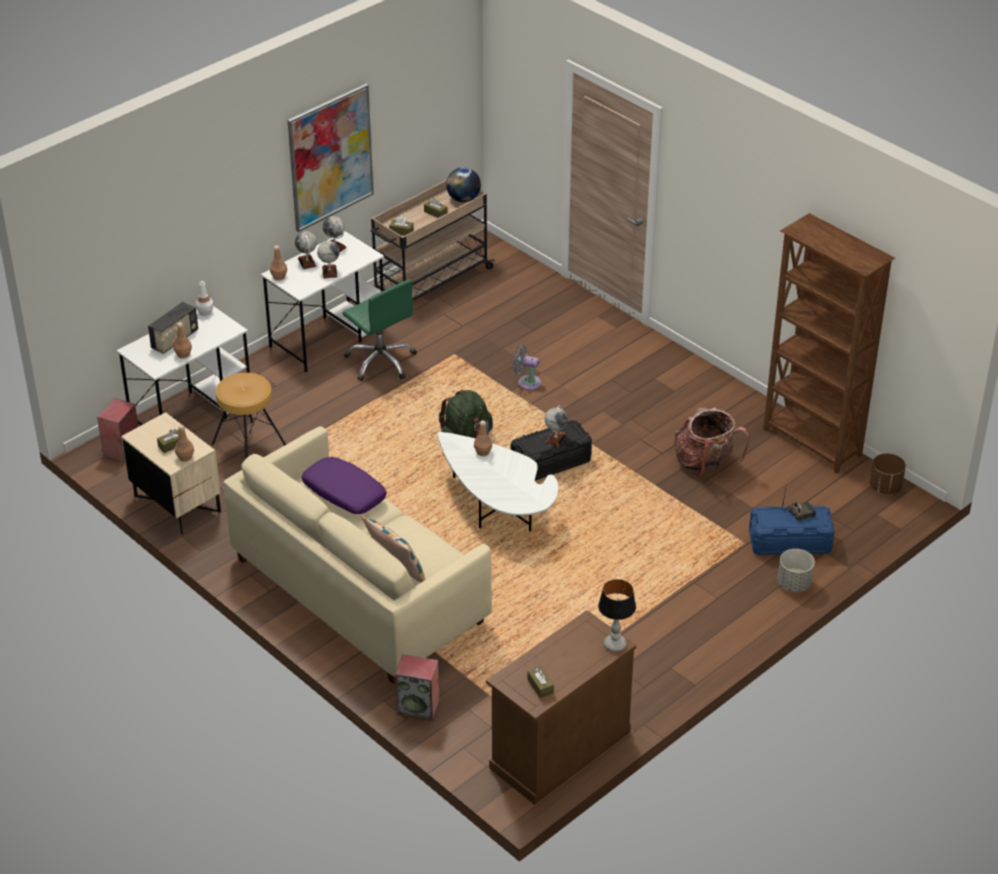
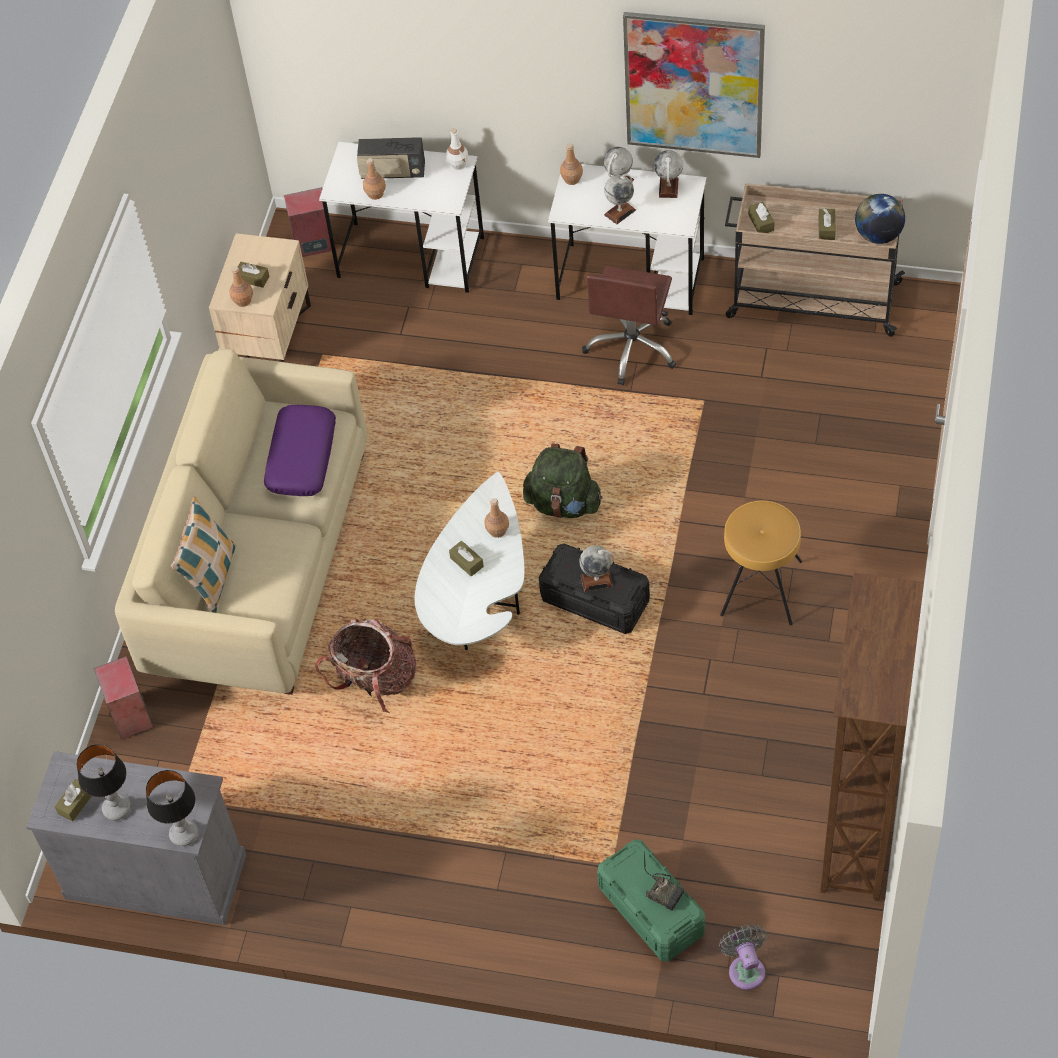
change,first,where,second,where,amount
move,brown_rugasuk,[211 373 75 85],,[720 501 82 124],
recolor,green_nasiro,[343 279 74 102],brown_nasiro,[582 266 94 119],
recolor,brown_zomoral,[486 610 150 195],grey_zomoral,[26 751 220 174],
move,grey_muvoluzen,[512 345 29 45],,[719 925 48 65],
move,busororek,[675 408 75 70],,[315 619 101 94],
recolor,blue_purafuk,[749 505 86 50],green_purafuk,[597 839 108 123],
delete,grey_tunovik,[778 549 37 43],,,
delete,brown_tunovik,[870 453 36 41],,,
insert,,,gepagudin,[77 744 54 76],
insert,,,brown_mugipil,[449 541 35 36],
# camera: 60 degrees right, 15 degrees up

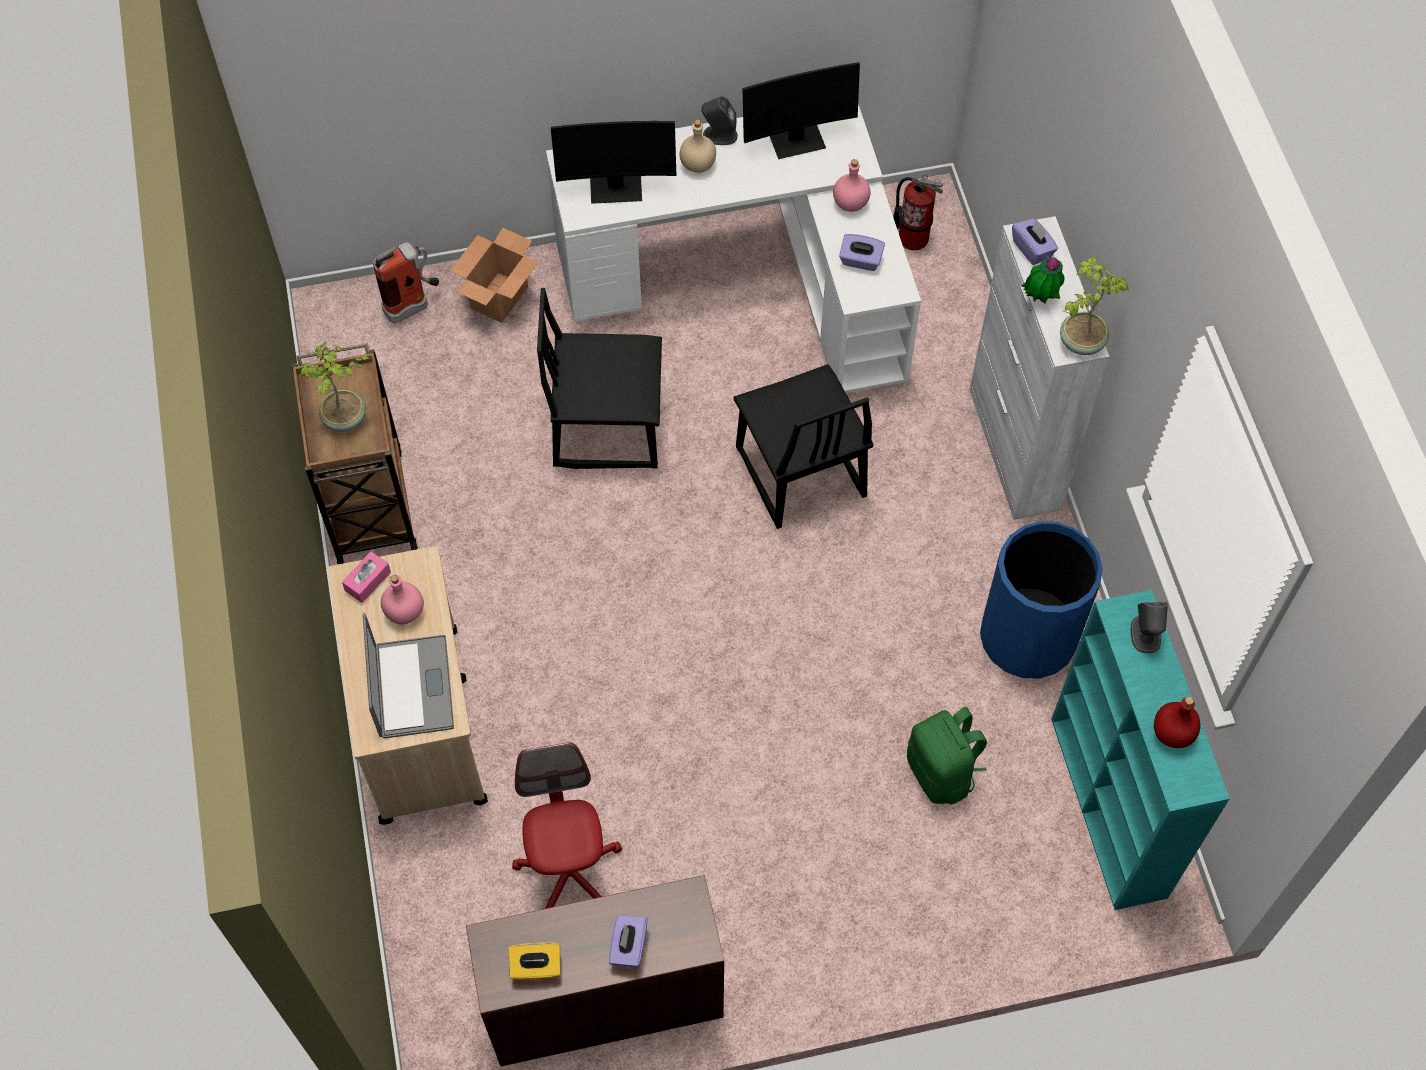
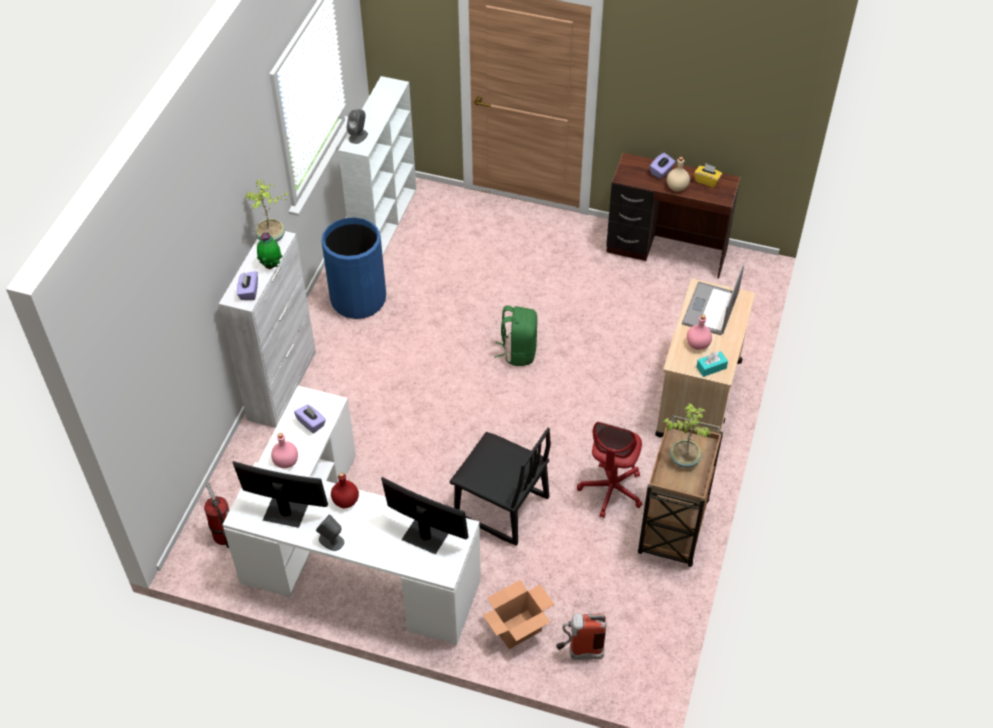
change,first,where,second,where,amount
recolor,pink_mugipil,[342 551 49 52],turquoise_mugipil,[696 351 32 26],
move,red_nasiro,[512 742 110 167],,[577 422 65 96],
move,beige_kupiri,[679 120 37 53],,[667 157 23 34],
delete,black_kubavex,[733 364 141 165],,,
move,green_busororek,[907 707 80 98],,[494 305 43 61],
recolor,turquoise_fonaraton,[1051 590 179 320],white_fonaraton,[338 76 78 179],
move,red_kupiri,[1154 697 47 51],,[331 472 28 36],
# camera: 150 degrees left, 10 degrees down

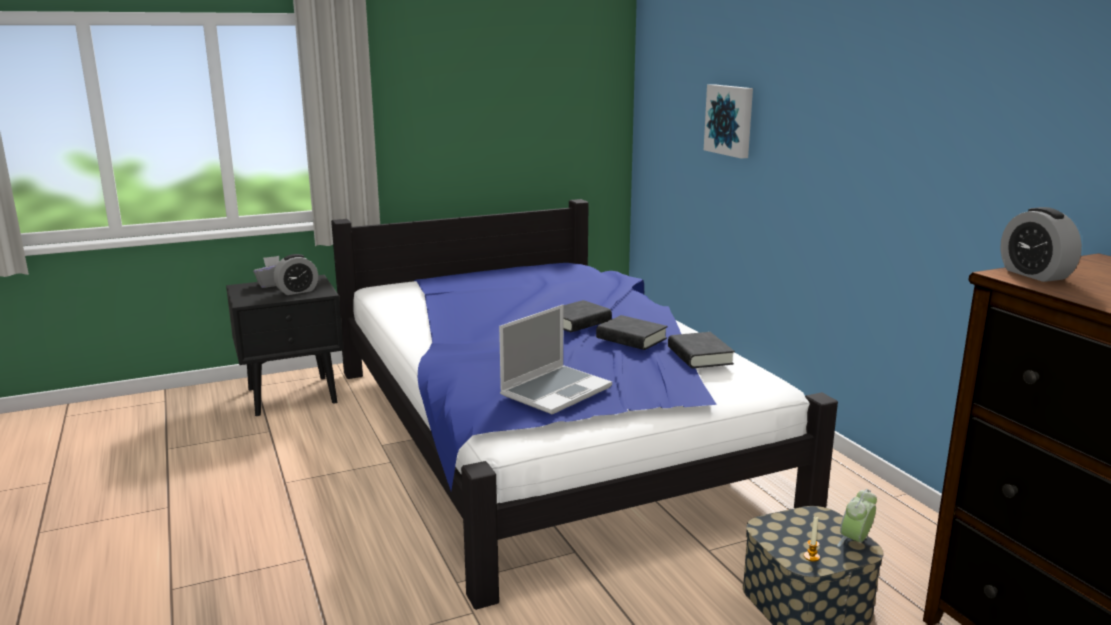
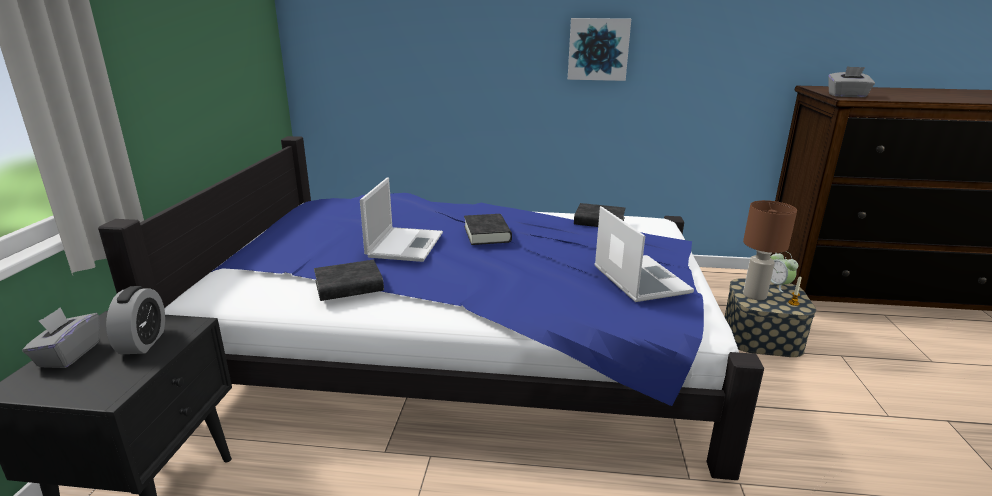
change,first,where,second,where,amount
move,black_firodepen,[596 315 72 35],,[314 260 70 41],
move,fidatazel,[704 84 49 75],,[568 18 63 63],
replace,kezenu,[1000 207 82 75],grey_mugipil,[828 66 47 32],
insert,,,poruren,[360 177 83 85],
insert,,,brown_gepagudin,[743 200 54 100],
# camera: 60 degrees left, 5 degrees up

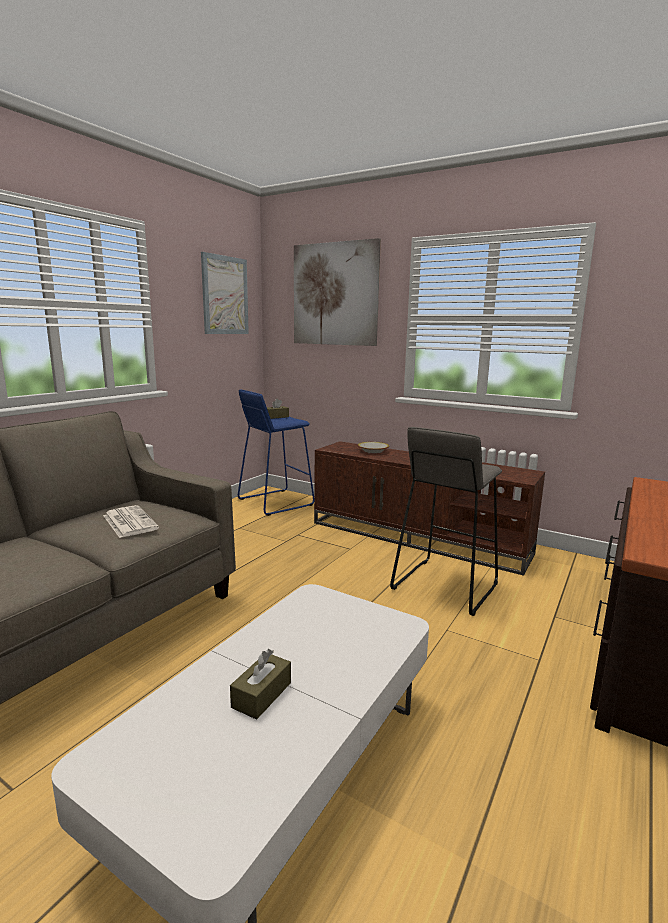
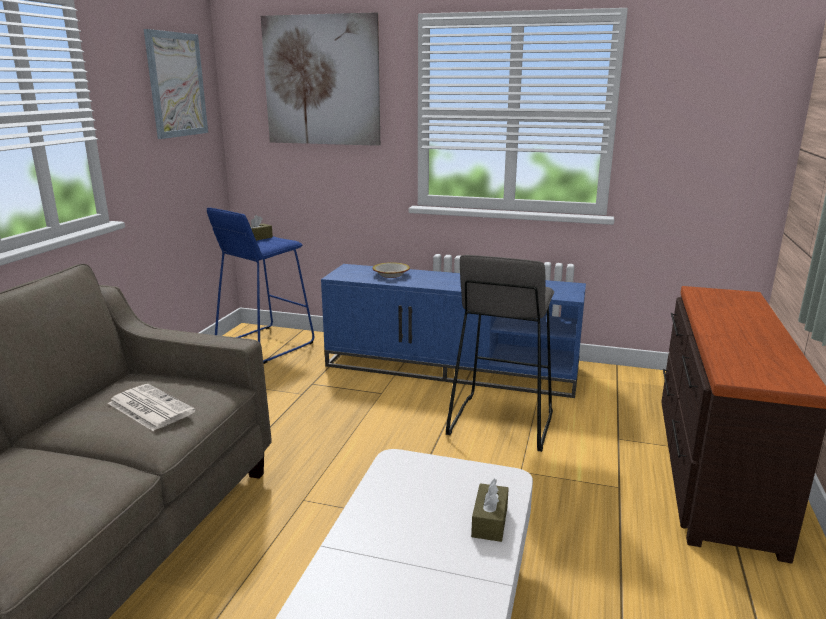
change,first,where,second,where,amount
move,brown_mugipil,[230 649 61 71],,[471 479 38 63],
recolor,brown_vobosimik,[314 441 231 135],blue_vobosimik,[321 264 265 134],
# camera: 15 degrees left, 5 degrees up

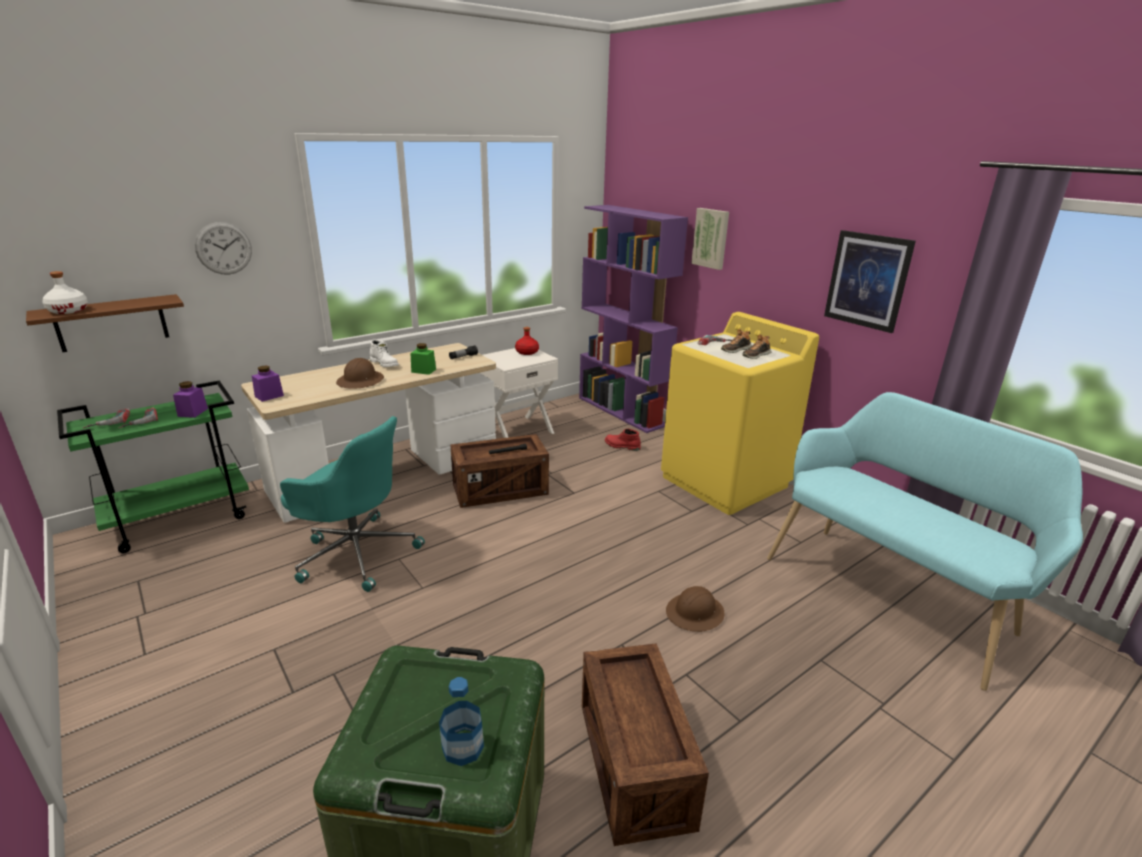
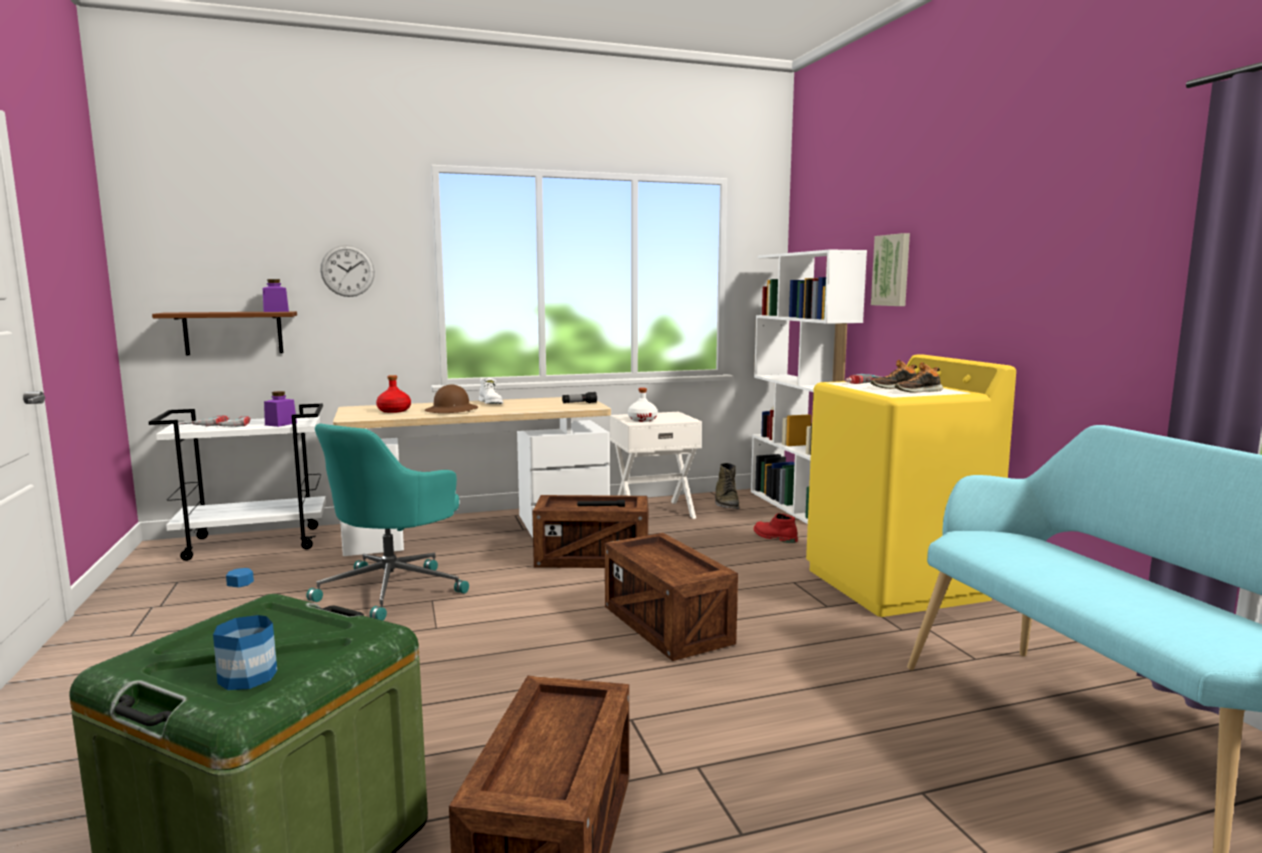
change,first,where,second,where,amount
move,white_kupiri,[42 271 46 43],,[628 388 30 34],
recolor,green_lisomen,[57 381 192 172],white_lisomen,[149 404 177 157],
move,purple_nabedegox,[252 365 32 37],,[263 279 26 33],
rotate,turquoise_nasiro,[280 416 145 176],,[306 424 163 197],75 degrees clockwise
delete,green_nabedegox,[411 343 25 32],,,
move,red_kupiri,[515 327 24 28],,[376 375 35 38],
recolor,purple_fonaraton,[579 205 109 228],white_fonaraton,[751 249 116 275],
delete,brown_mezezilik,[666 586 58 46],,,
delete,fidatazel,[824 230 92 103],,,
insert,,,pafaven,[605 533 133 128],
insert,,,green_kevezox,[715 463 24 46],
# camera: 20 degrees right, 15 degrees down

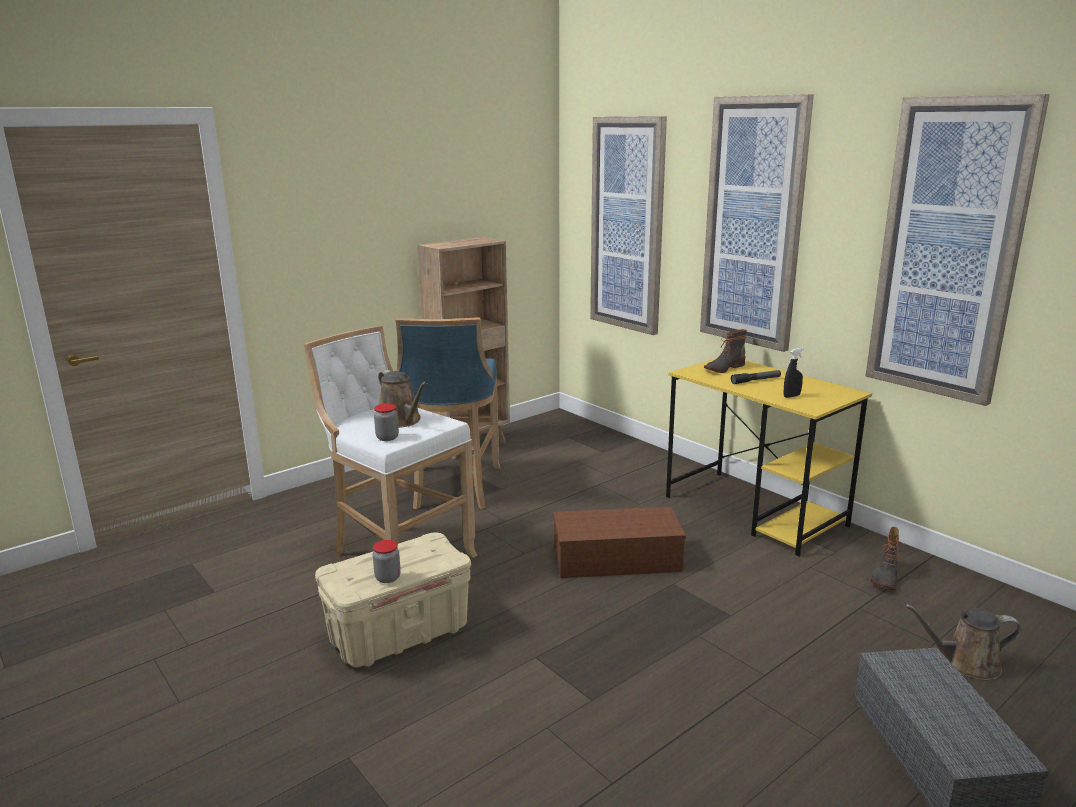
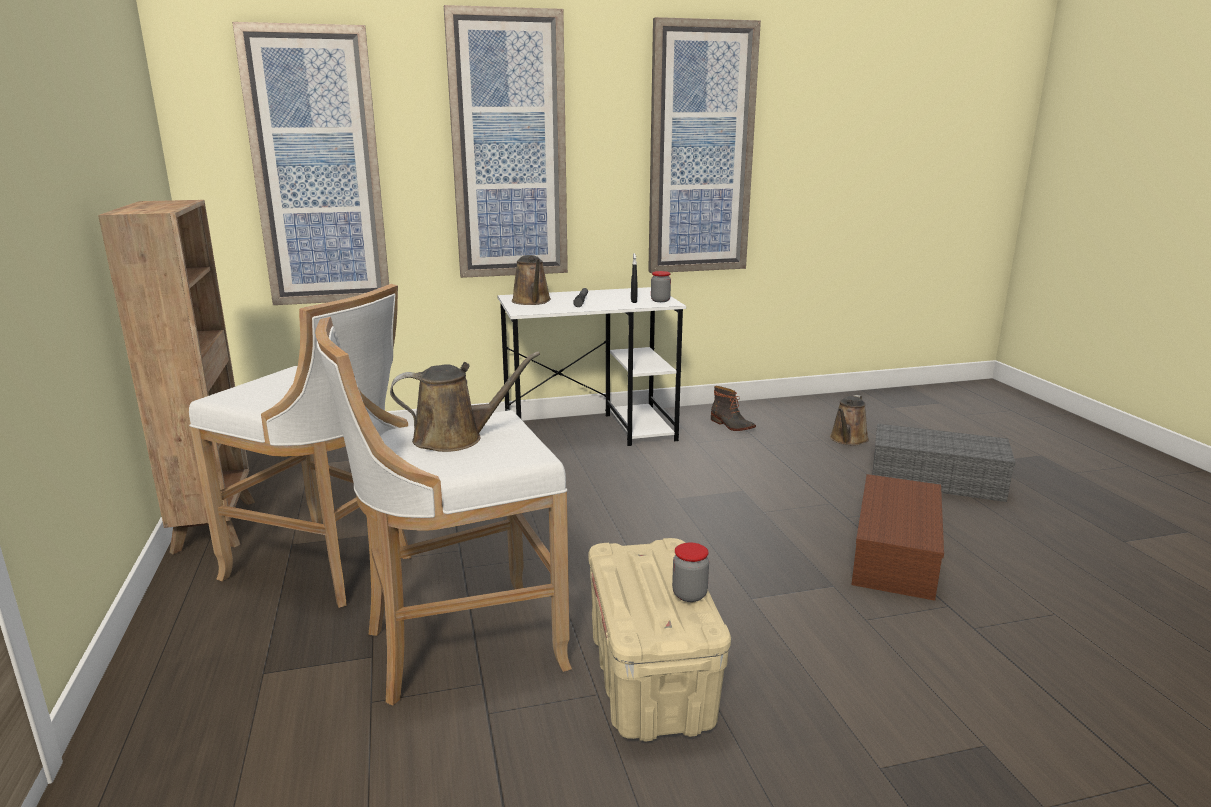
change,first,where,second,where,amount
move,nabedegox,[374 404 25 37],,[651 271 20 31],
recolor,blue_rugasuk,[396 317 105 192],white_rugasuk,[189 284 222 324],
move,brown_purafuk,[553 506 133 72],,[851 474 93 127],
recolor,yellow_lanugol,[666 358 206 199],white_lanugol,[497 287 189 159],
replace,kevezox,[704 329 43 44],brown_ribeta,[512 255 39 50],
# camera: 65 degrees left, 0 degrees up

